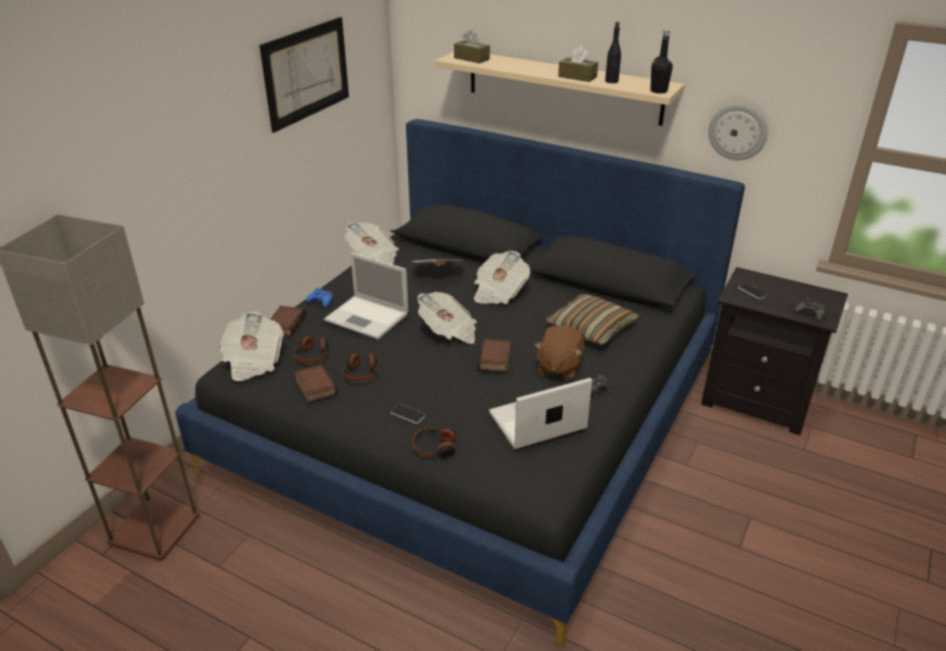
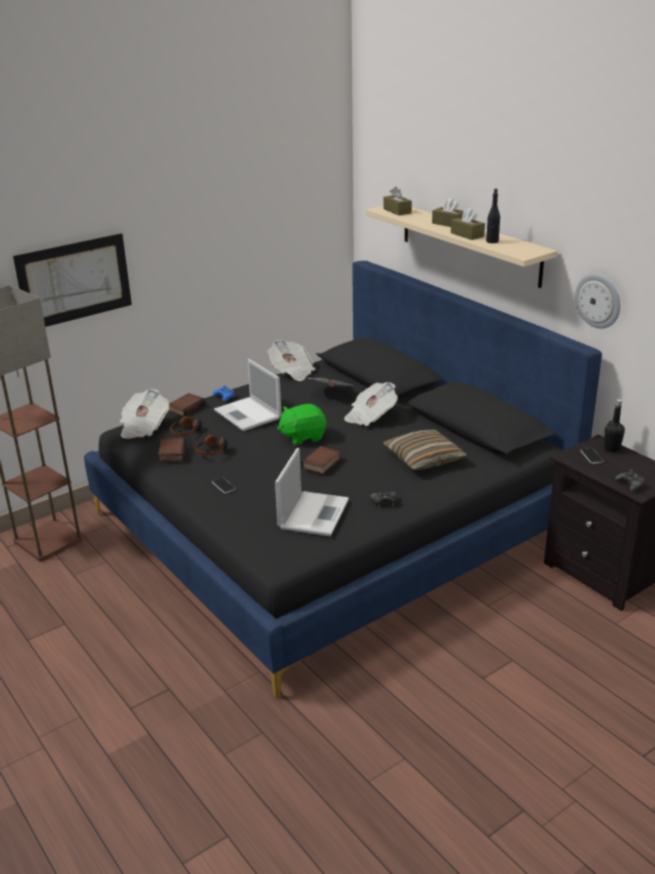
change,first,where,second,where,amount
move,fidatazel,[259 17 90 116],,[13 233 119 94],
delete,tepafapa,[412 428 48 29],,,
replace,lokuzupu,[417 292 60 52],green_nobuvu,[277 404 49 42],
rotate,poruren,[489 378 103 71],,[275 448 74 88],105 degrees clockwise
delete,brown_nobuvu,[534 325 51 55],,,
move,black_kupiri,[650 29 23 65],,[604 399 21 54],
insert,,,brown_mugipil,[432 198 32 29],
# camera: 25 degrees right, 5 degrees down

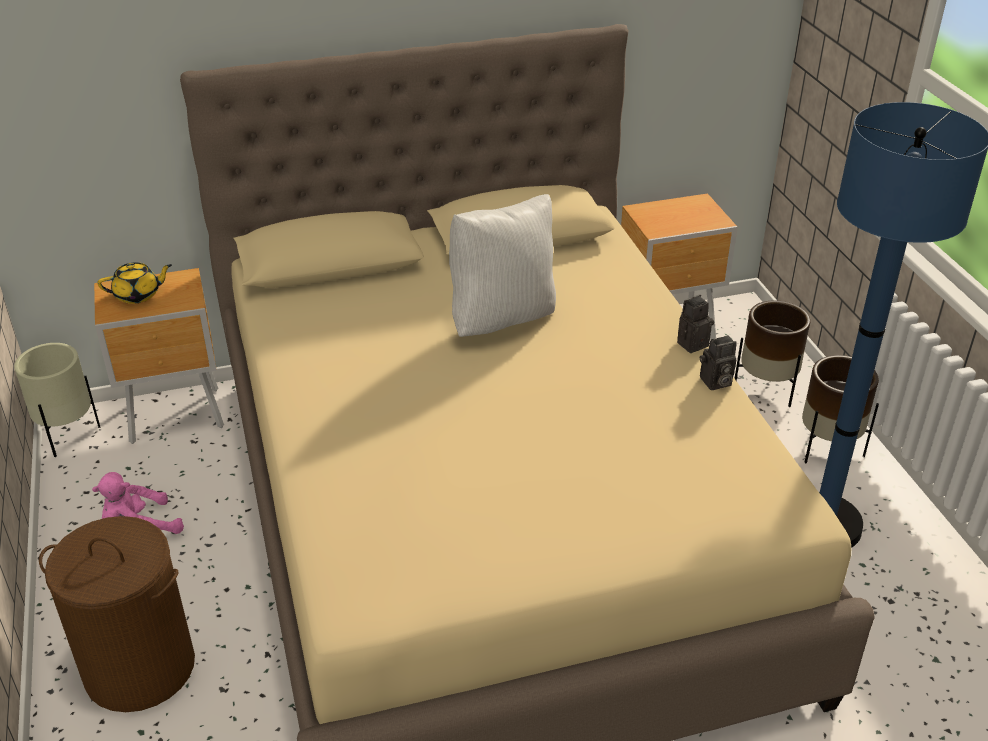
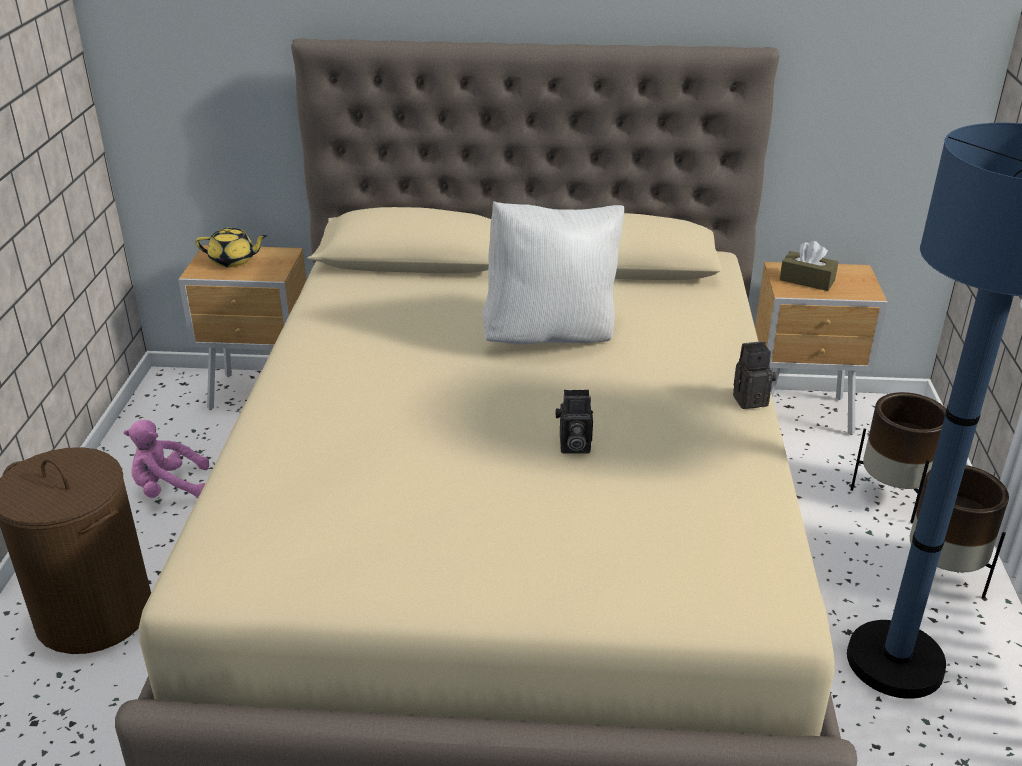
change,first,where,second,where,amount
delete,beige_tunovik,[14 343 87 114],,,
move,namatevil,[700 335 37 55],,[555 390 38 64],
insert,,,brown_mugipil,[780 241 58 50],
# camera: 20 degrees right, 5 degrees down

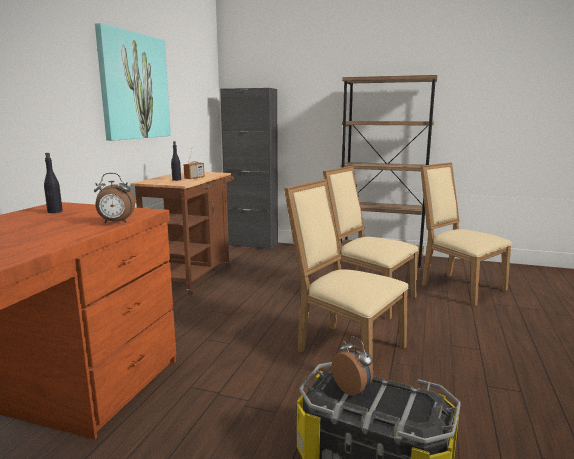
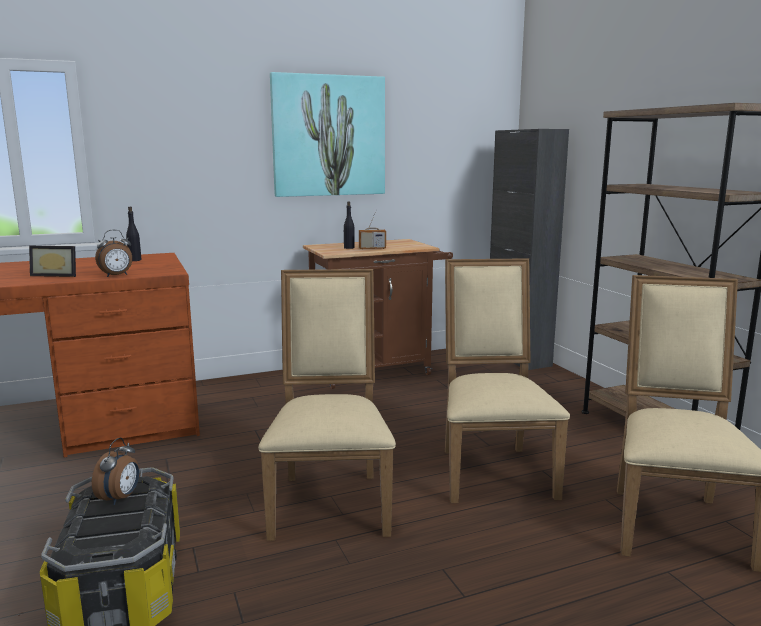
change,first,where,second,where,amount
rotate,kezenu,[94 173 41 50],,[95 230 37 47],75 degrees counterclockwise
insert,,,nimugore,[29 246 47 31],
# camera: 50 degrees right, 0 degrees up

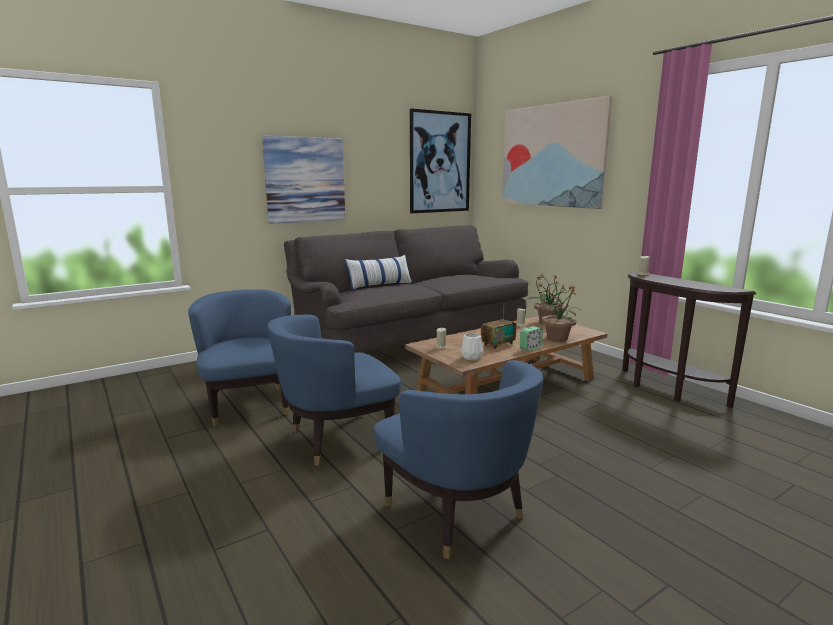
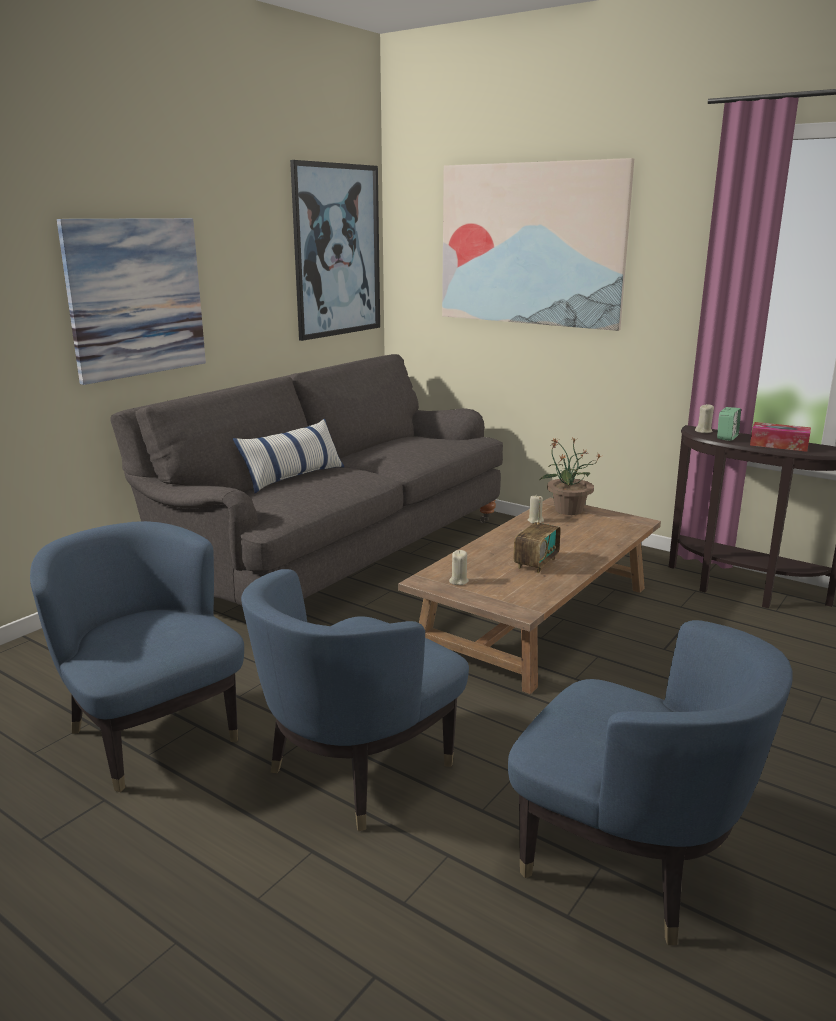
change,first,where,second,where,amount
delete,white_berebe,[461 333 22 27],,,
move,kezenu,[520 326 23 25],,[717 407 24 34],
delete,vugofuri,[539 285 40 56],,,
insert,,,mugipil,[750 422 61 30],
# camera: 20 degrees left, 5 degrees up

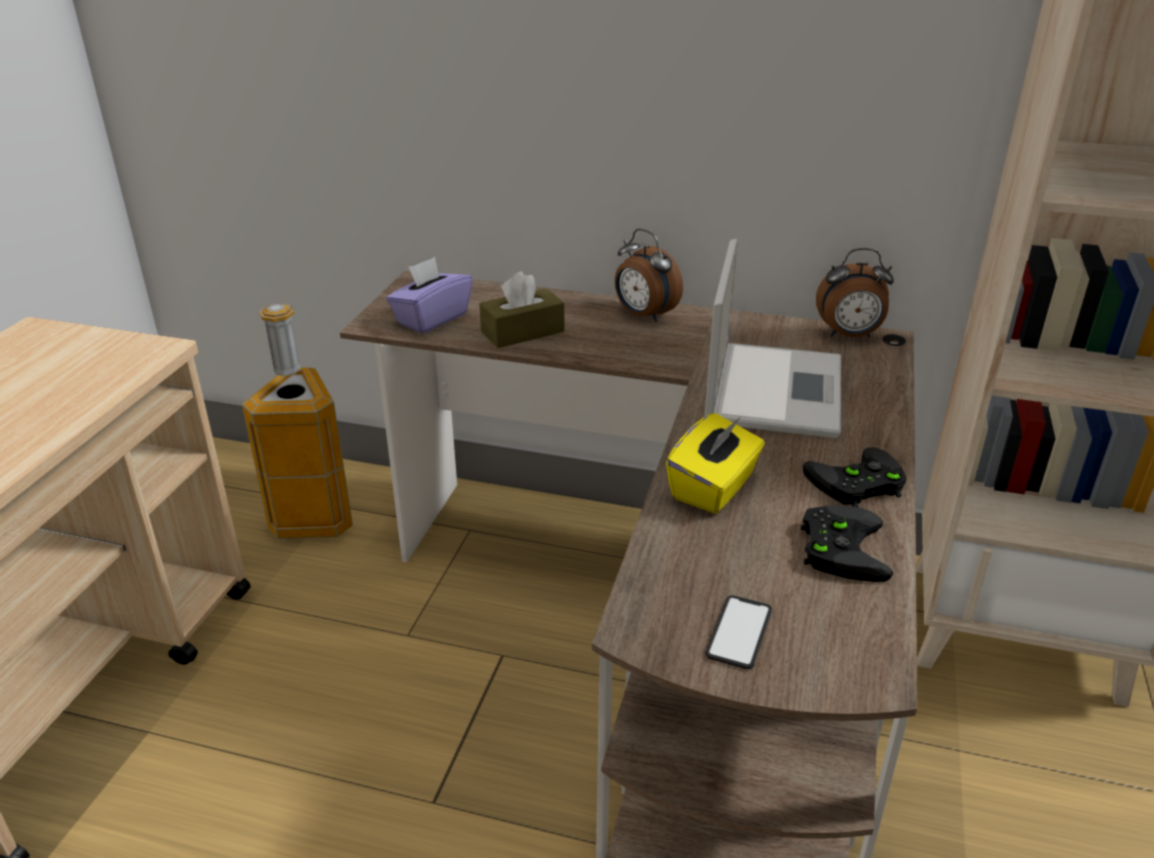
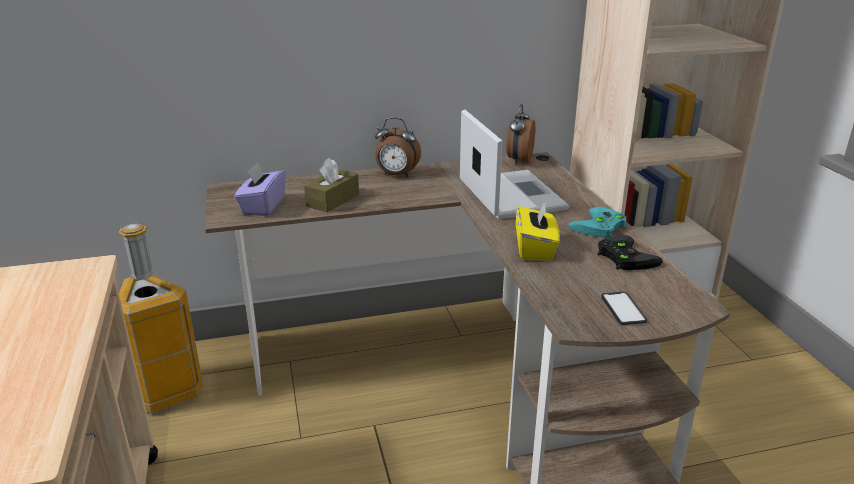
change,first,where,second,where,amount
recolor,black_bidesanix,[803 447 104 60],turquoise_bidesanix,[568 207 59 31],
rotate,kezenu,[816 248 78 89],,[506 104 29 61],135 degrees clockwise
# camera: 30 degrees left, 5 degrees down

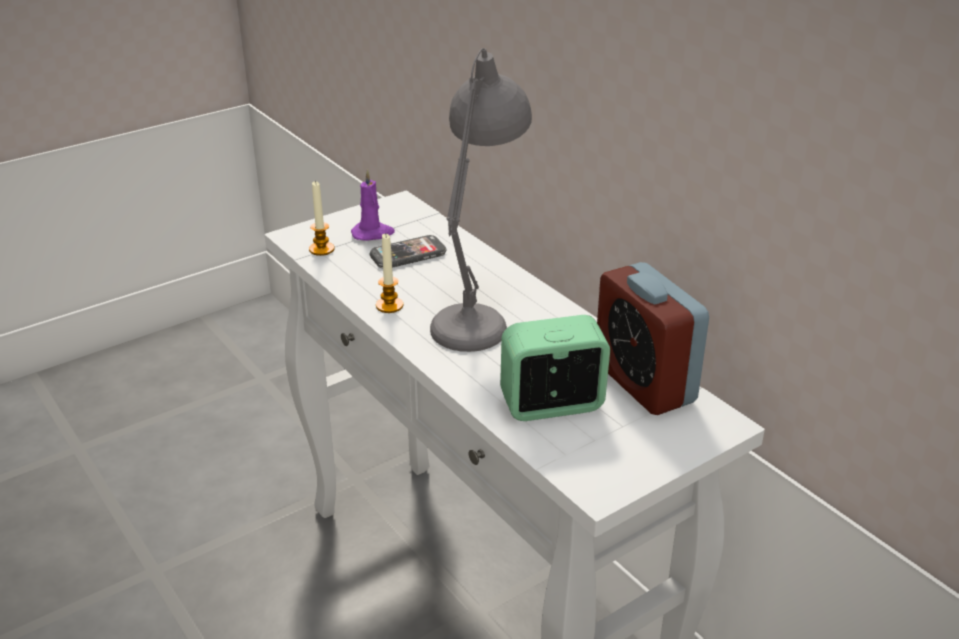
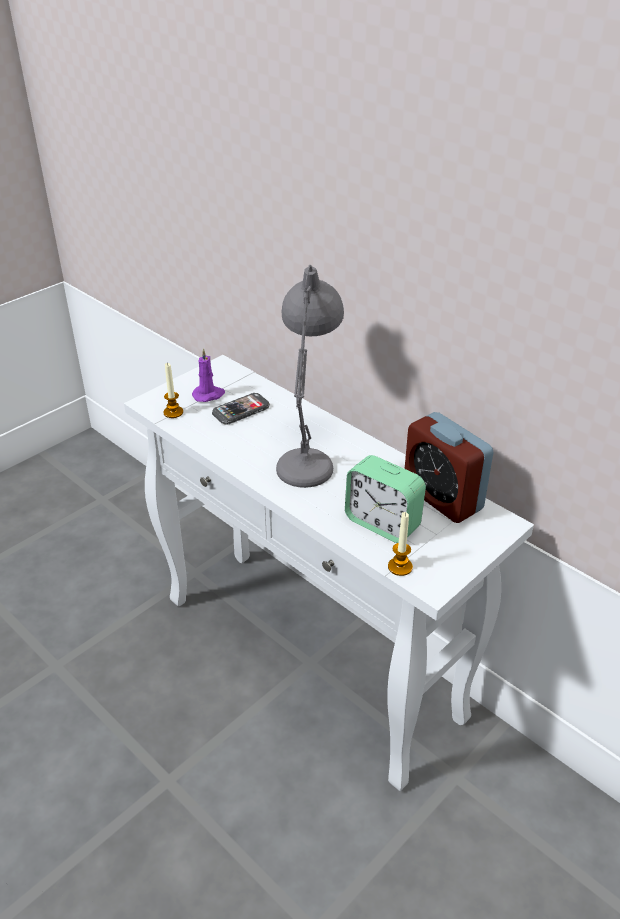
change,first,where,second,where,amount
move,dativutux,[376 234 27 79],,[388 512 25 64],
rotate,kezenu,[500 315 110 106],,[345 455 81 88],120 degrees counterclockwise
# camera: 10 degrees left, 5 degrees up

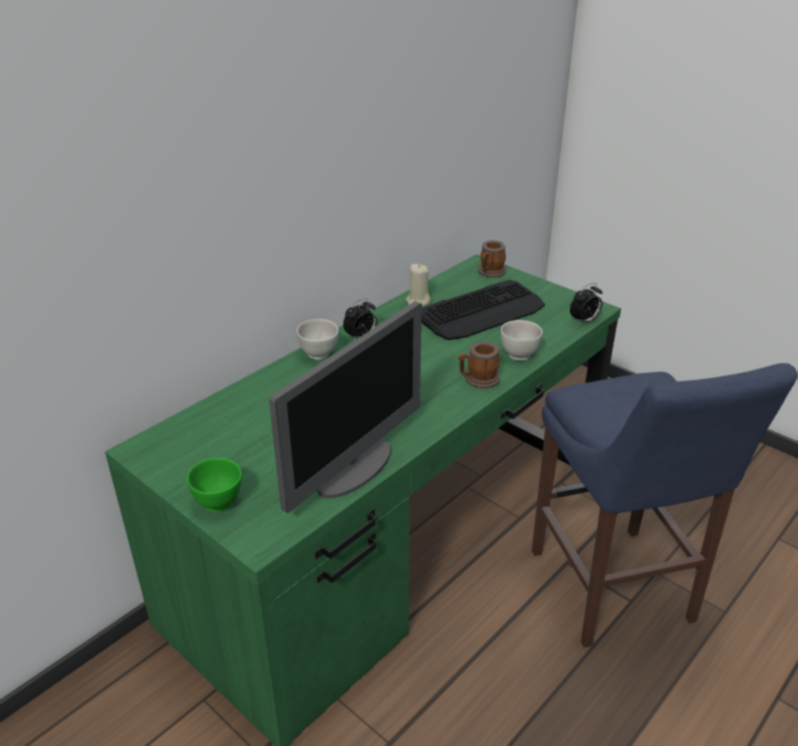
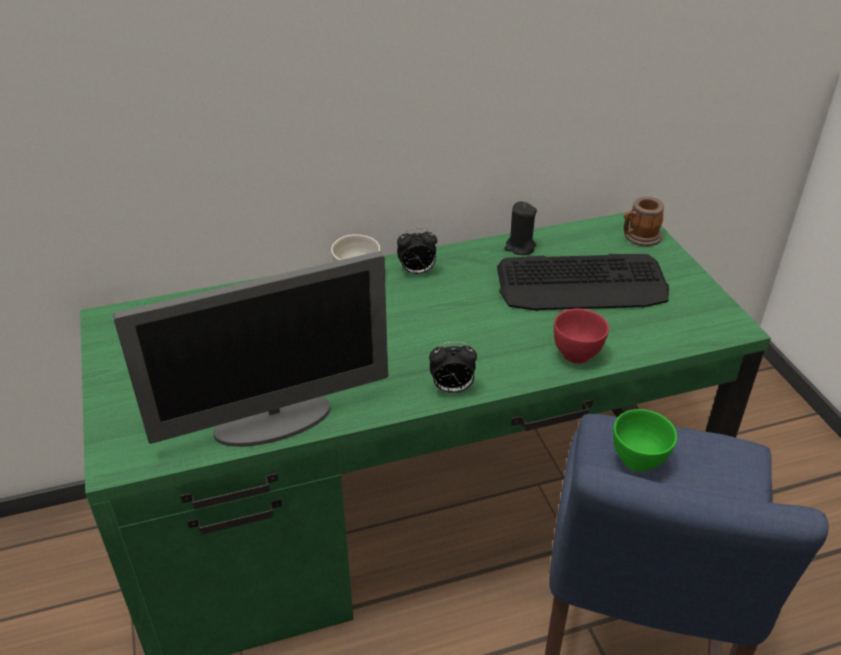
change,first,where,second,where,amount
move,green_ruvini,[187 458 55 54],,[613 409 64 63],
recolor,beige_dativutux,[406 264 25 42],black_dativutux,[504 201 33 54],
delete,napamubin,[458 341 42 47],,,
recolor,white_ruvini,[501 320 42 41],red_ruvini,[554 308 55 56],
move,kezenu,[570 283 33 42],,[429 342 48 51],
# camera: 30 degrees right, 5 degrees up

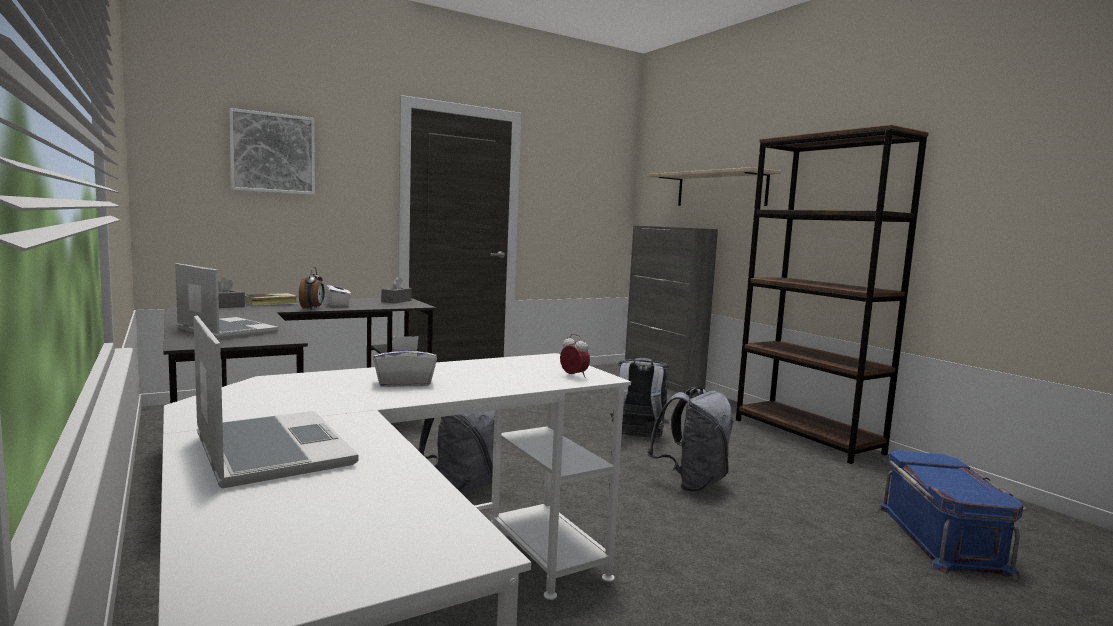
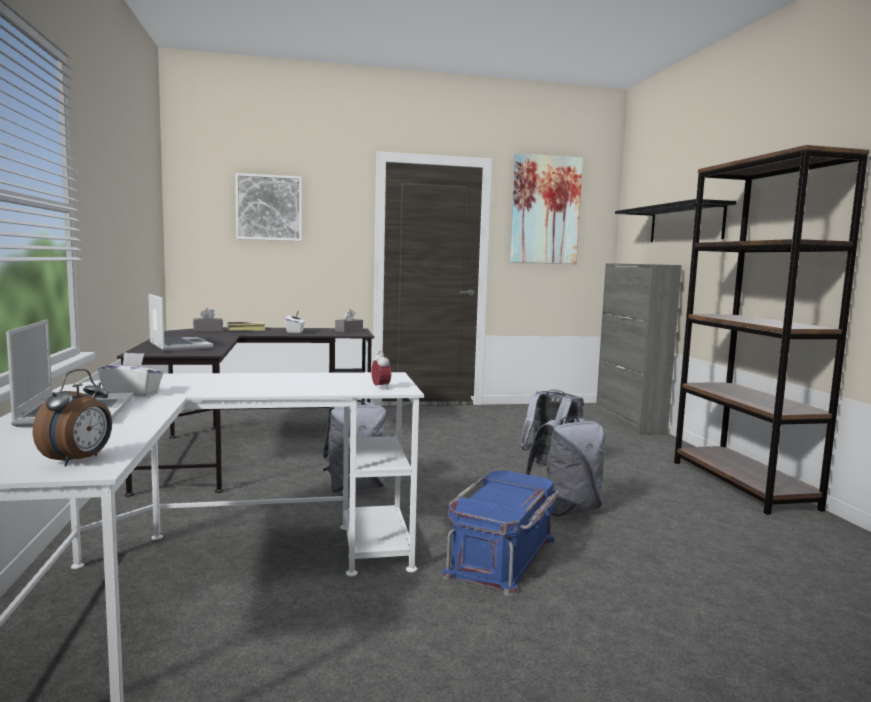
change,first,where,second,where,amount
move,kezenu,[299 267 26 43],,[33 369 79 97],
move,white_mugipil,[373 336 64 51],,[98 352 65 45],
recolor,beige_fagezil,[646 167 135 39],black_fagezil,[615 199 121 43],
move,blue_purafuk,[878 450 149 130],,[441 470 118 126],
insert,,,fidatazel,[510 153 73 111],
# camera: 20 degrees right, 0 degrees up

